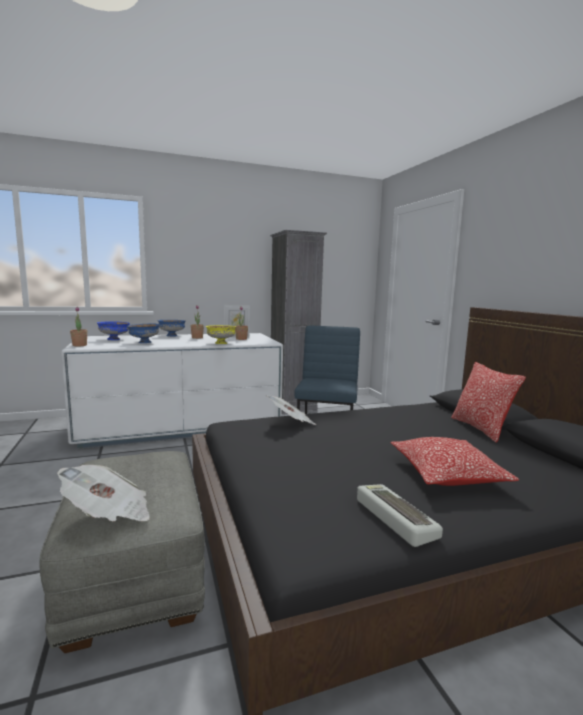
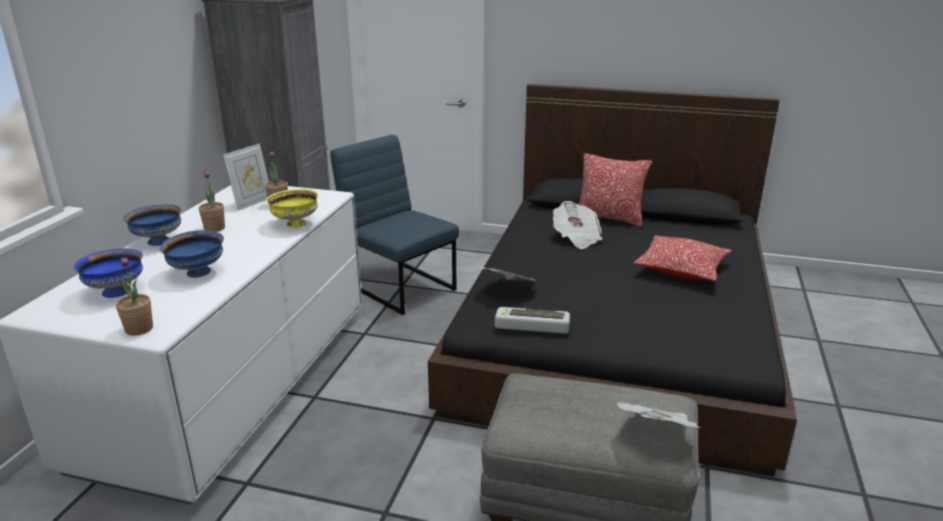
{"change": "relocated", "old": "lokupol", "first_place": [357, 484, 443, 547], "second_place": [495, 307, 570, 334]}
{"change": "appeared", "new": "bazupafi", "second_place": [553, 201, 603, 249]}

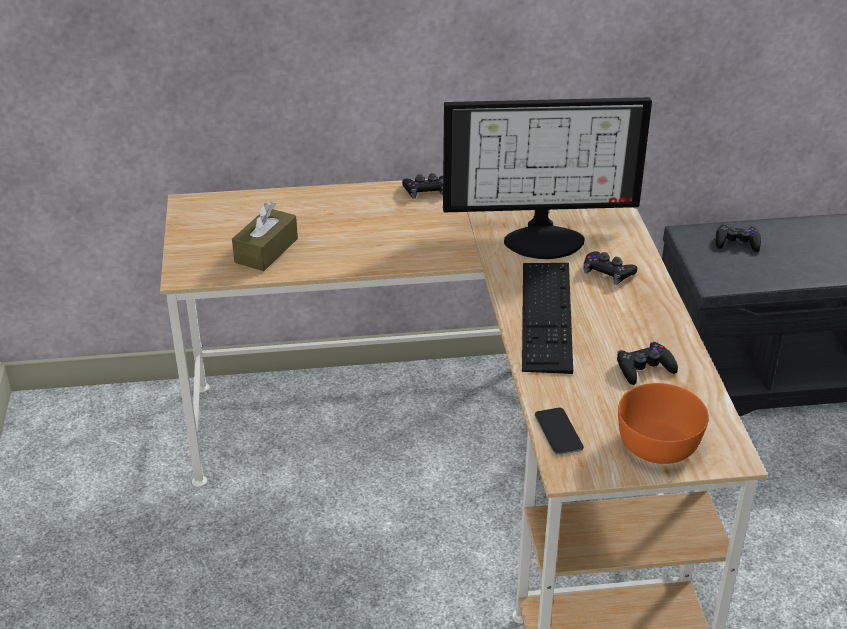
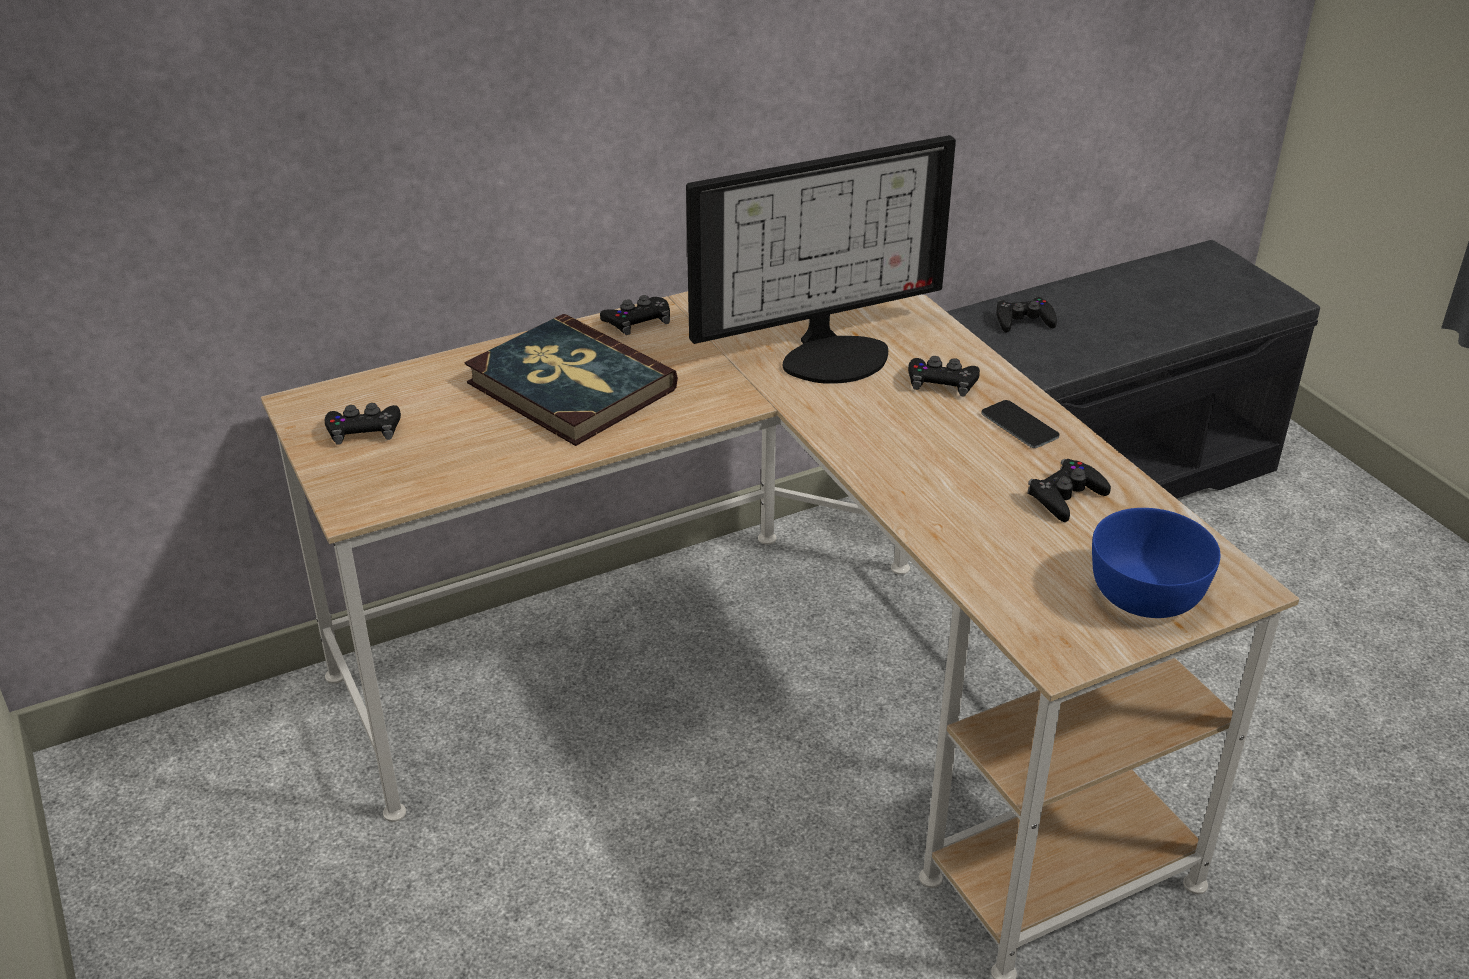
{"change": "missing", "old": "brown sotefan", "first_place": [232, 201, 298, 271]}
{"change": "missing", "old": "lokupol", "first_place": [522, 263, 573, 374]}
{"change": "relocated", "old": "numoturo", "first_place": [535, 407, 584, 455], "second_place": [981, 400, 1060, 448]}
{"change": "colour", "old": "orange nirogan", "new": "blue nirogan", "first_place": [618, 383, 709, 464], "second_place": [1092, 508, 1220, 618]}
{"change": "appeared", "new": "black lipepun", "second_place": [325, 403, 401, 445]}
{"change": "appeared", "new": "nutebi", "second_place": [465, 314, 678, 446]}

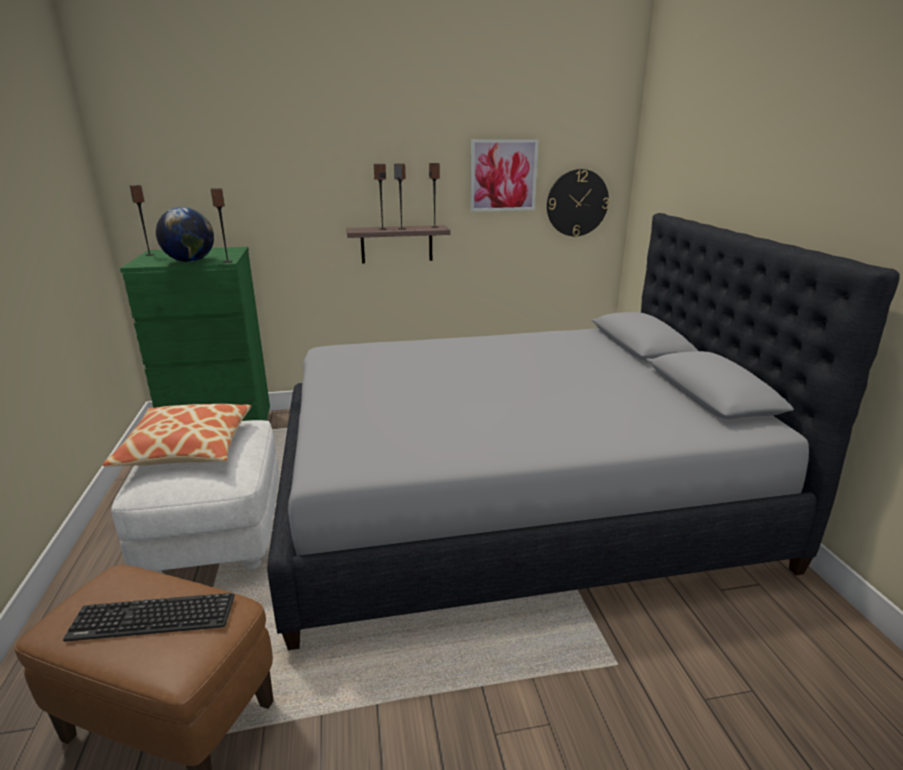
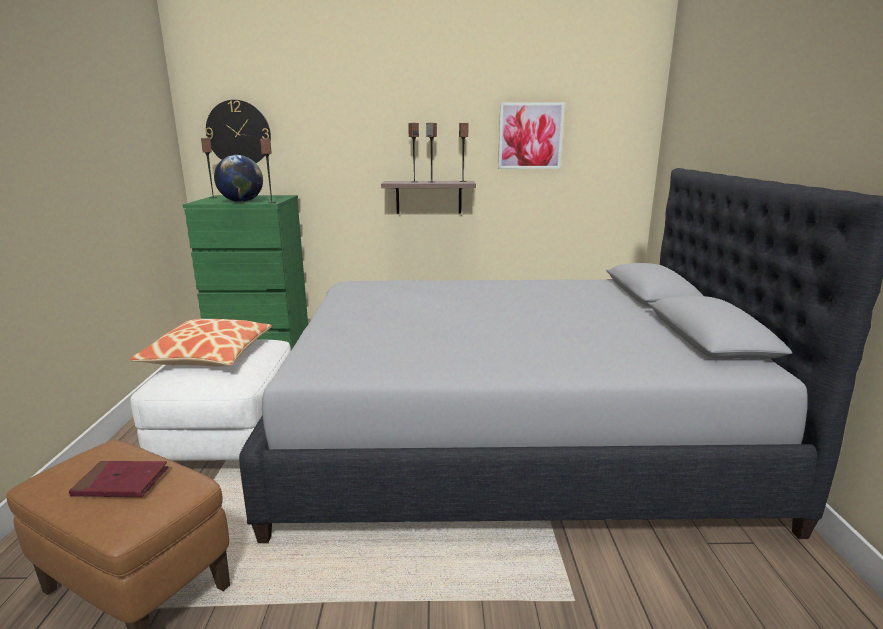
{"change": "exchanged", "old": "lokupol", "new": "red nutebi", "first_place": [63, 593, 235, 642], "second_place": [69, 461, 168, 497]}
{"change": "relocated", "old": "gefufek", "first_place": [547, 169, 609, 236], "second_place": [205, 100, 271, 163]}

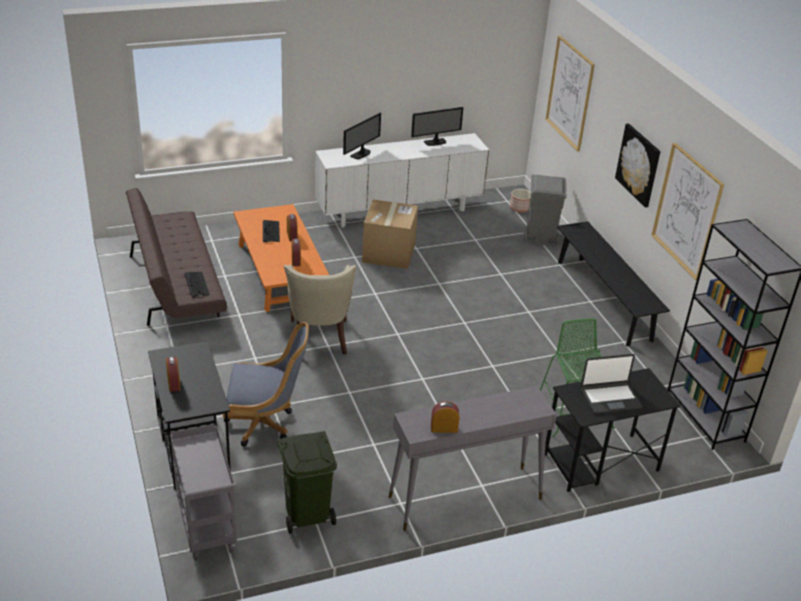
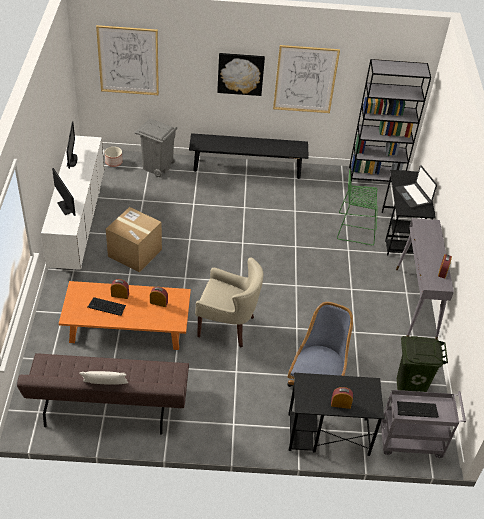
{"change": "relocated", "old": "lokupol", "first_place": [185, 272, 210, 298], "second_place": [397, 401, 439, 418]}
{"change": "spun", "old": "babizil", "first_place": [581, 354, 642, 413], "second_place": [396, 165, 437, 208], "degrees": 150}
{"change": "appeared", "new": "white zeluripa", "second_place": [79, 371, 128, 385]}

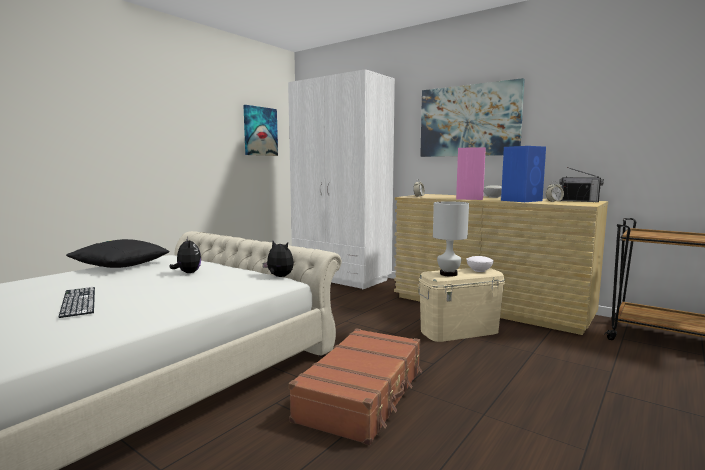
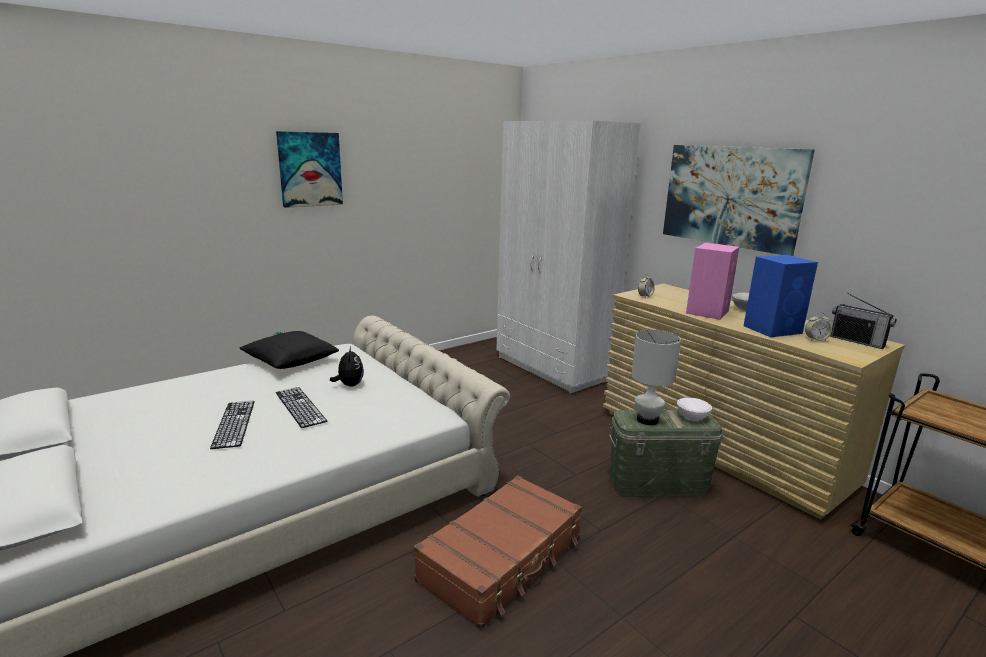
{"change": "relocated", "old": "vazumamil", "first_place": [243, 105, 278, 156], "second_place": [276, 131, 343, 208]}
{"change": "missing", "old": "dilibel", "first_place": [262, 241, 294, 277]}
{"change": "colour", "old": "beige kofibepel", "new": "green kofibepel", "first_place": [418, 268, 505, 342], "second_place": [609, 410, 724, 497]}
{"change": "appeared", "new": "lokupol", "second_place": [276, 387, 328, 428]}

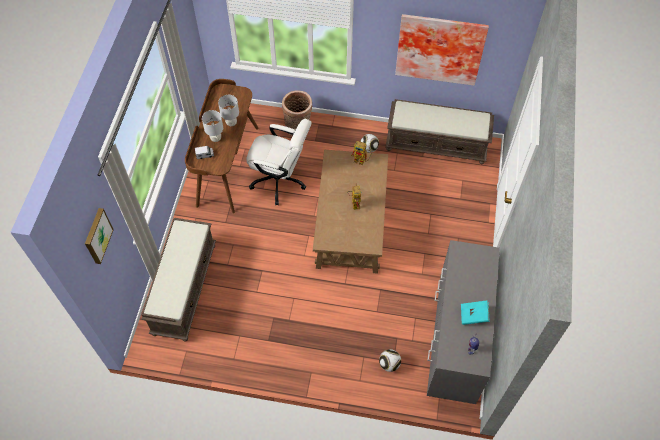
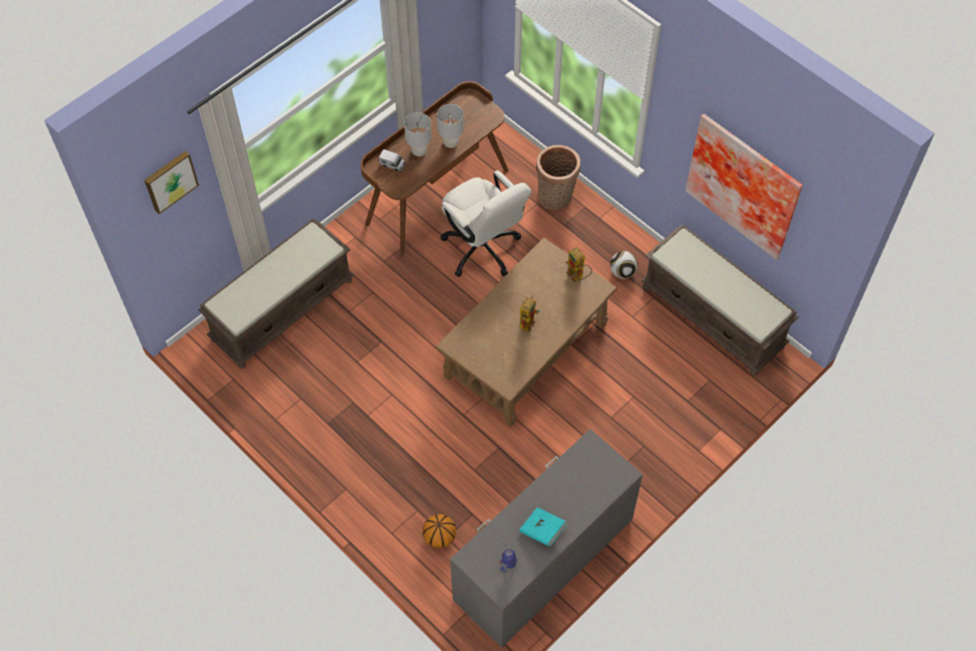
{"change": "exchanged", "old": "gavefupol", "new": "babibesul", "first_place": [379, 349, 401, 372], "second_place": [423, 514, 456, 548]}

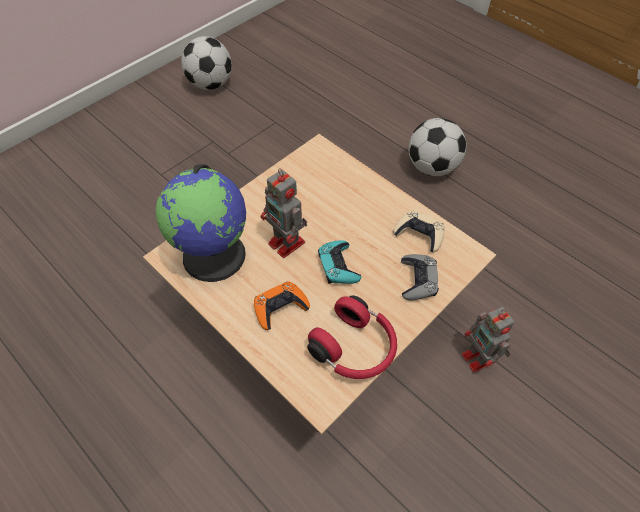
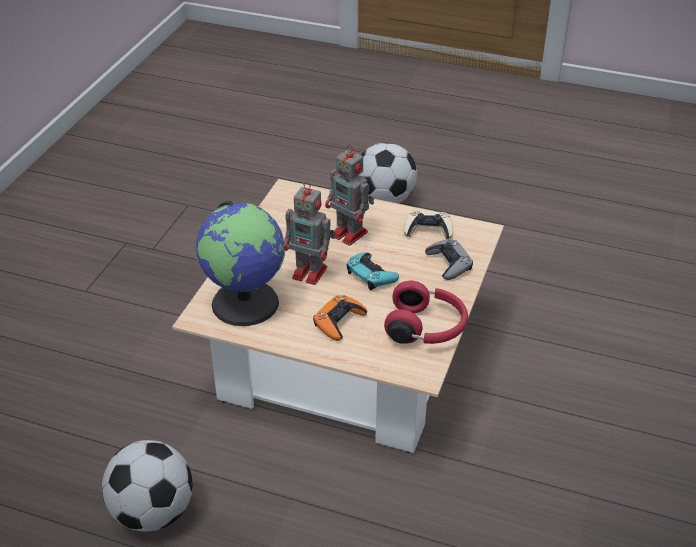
{"change": "relocated", "old": "gavefupol", "first_place": [181, 36, 232, 90], "second_place": [102, 440, 193, 532]}
{"change": "relocated", "old": "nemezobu", "first_place": [462, 307, 515, 372], "second_place": [325, 144, 374, 246]}

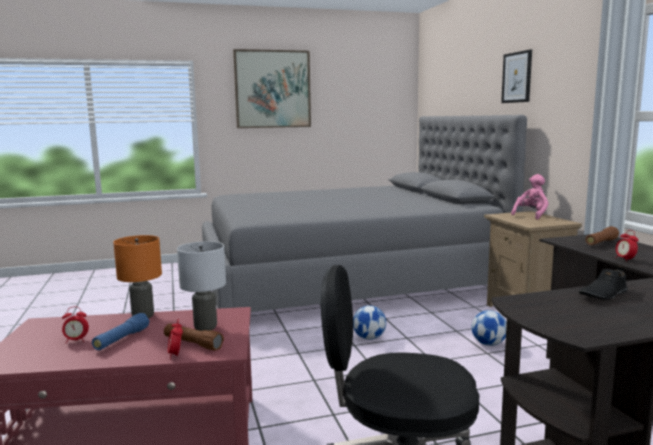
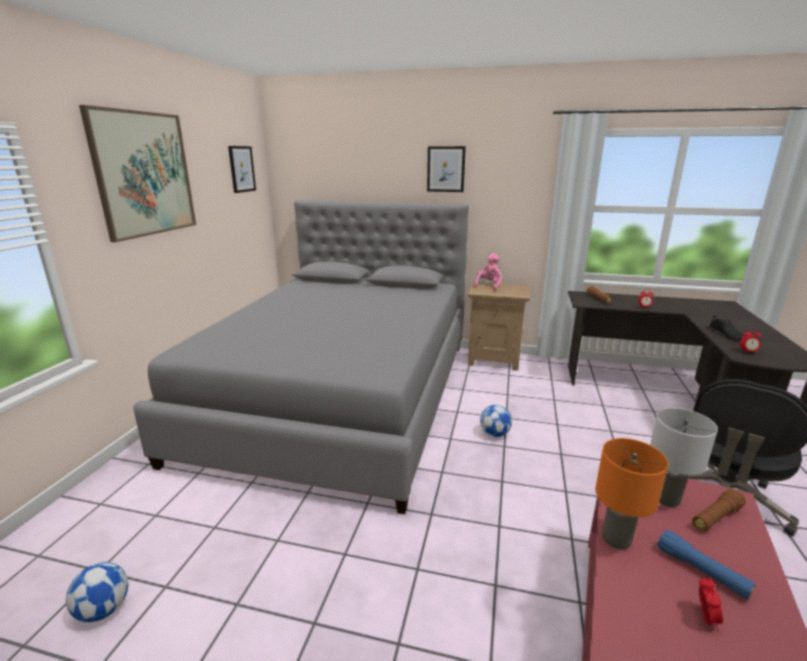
{"change": "relocated", "old": "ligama", "first_place": [168, 319, 183, 359], "second_place": [740, 328, 762, 354]}
{"change": "relocated", "old": "gavefupol", "first_place": [471, 310, 507, 346], "second_place": [66, 562, 128, 622]}
{"change": "spun", "old": "pink dilibel", "first_place": [511, 174, 549, 219], "second_place": [474, 253, 502, 291], "degrees": 45}
{"change": "appeared", "new": "vazumamil", "second_place": [228, 146, 256, 193]}

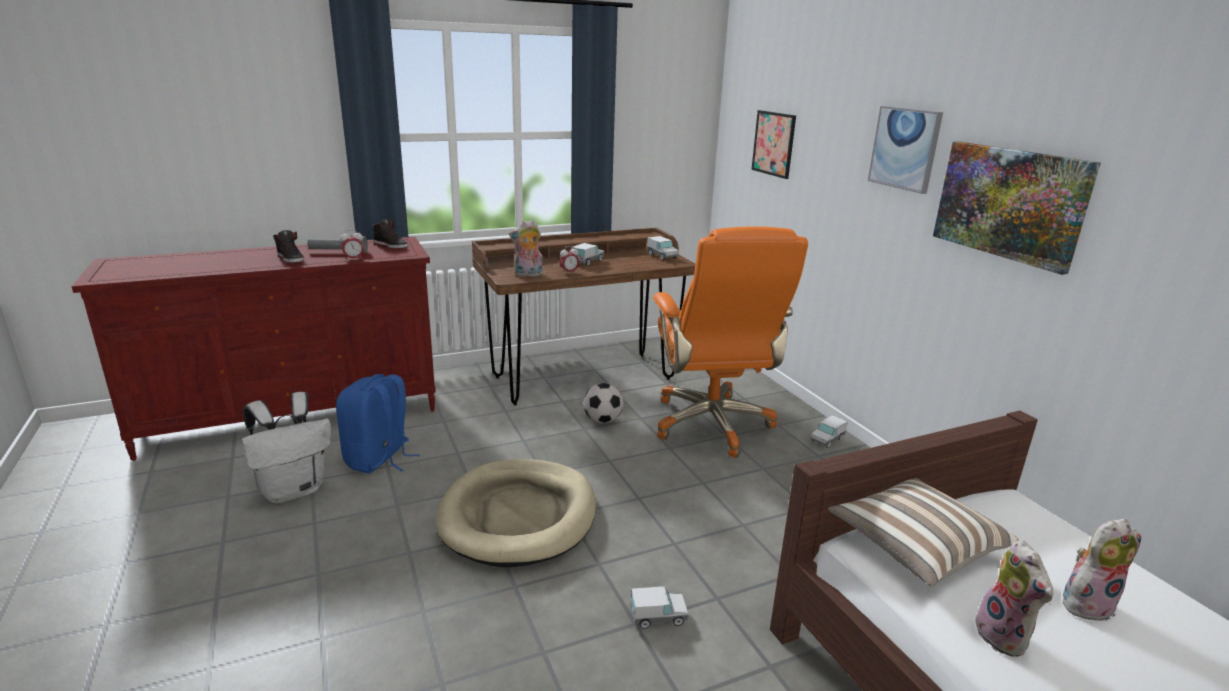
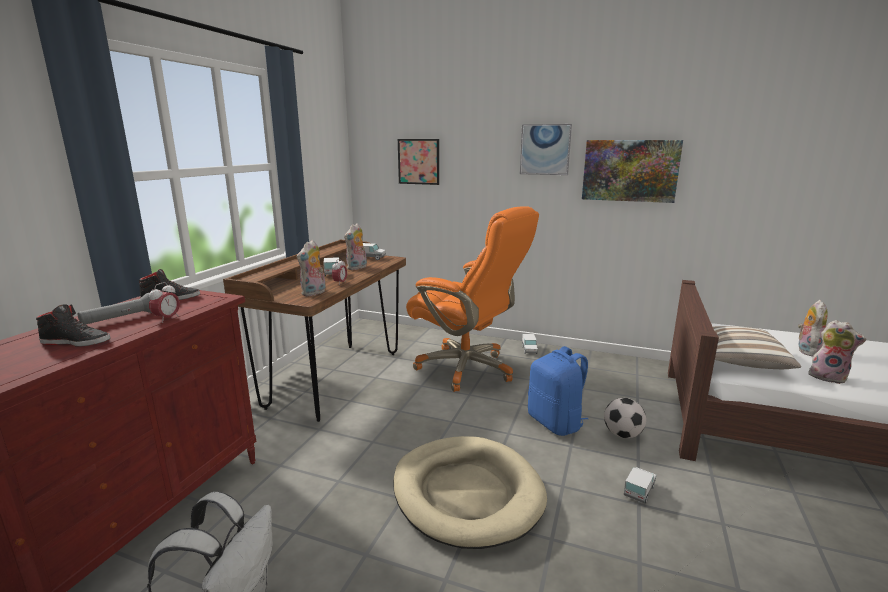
{"change": "relocated", "old": "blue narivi", "first_place": [336, 374, 420, 473], "second_place": [528, 346, 588, 436]}
{"change": "relocated", "old": "gavefupol", "first_place": [583, 383, 623, 423], "second_place": [604, 398, 646, 438]}
{"change": "appeared", "new": "dilibel", "second_place": [344, 223, 367, 270]}

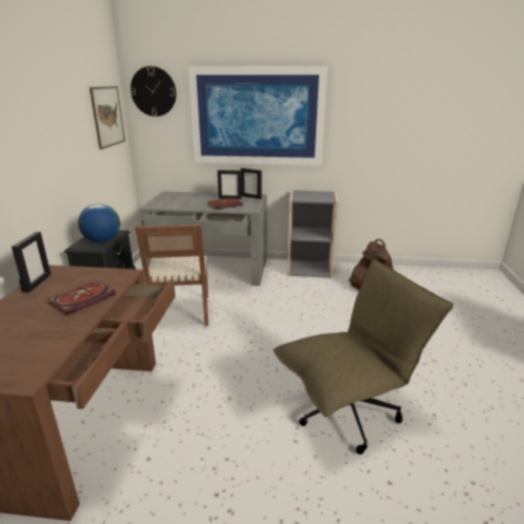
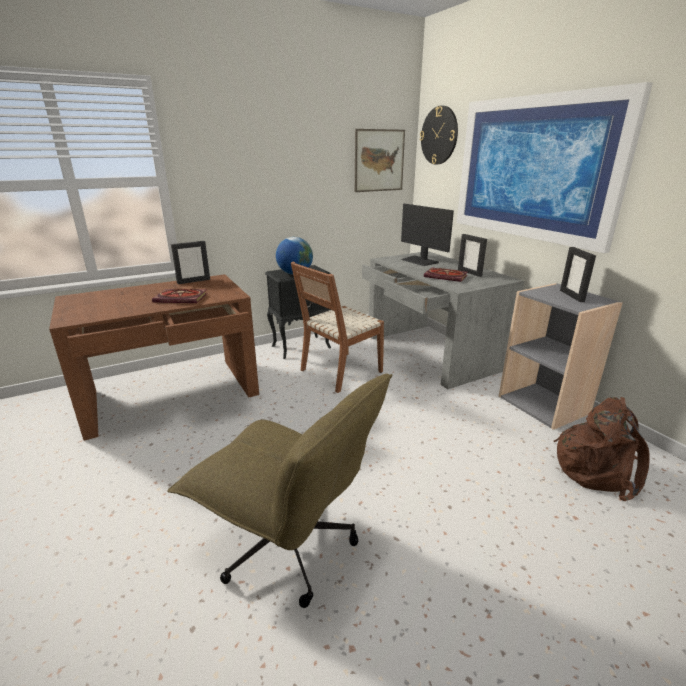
{"change": "relocated", "old": "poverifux", "first_place": [240, 168, 262, 199], "second_place": [560, 247, 596, 302]}
{"change": "appeared", "new": "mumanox", "second_place": [400, 204, 454, 266]}

